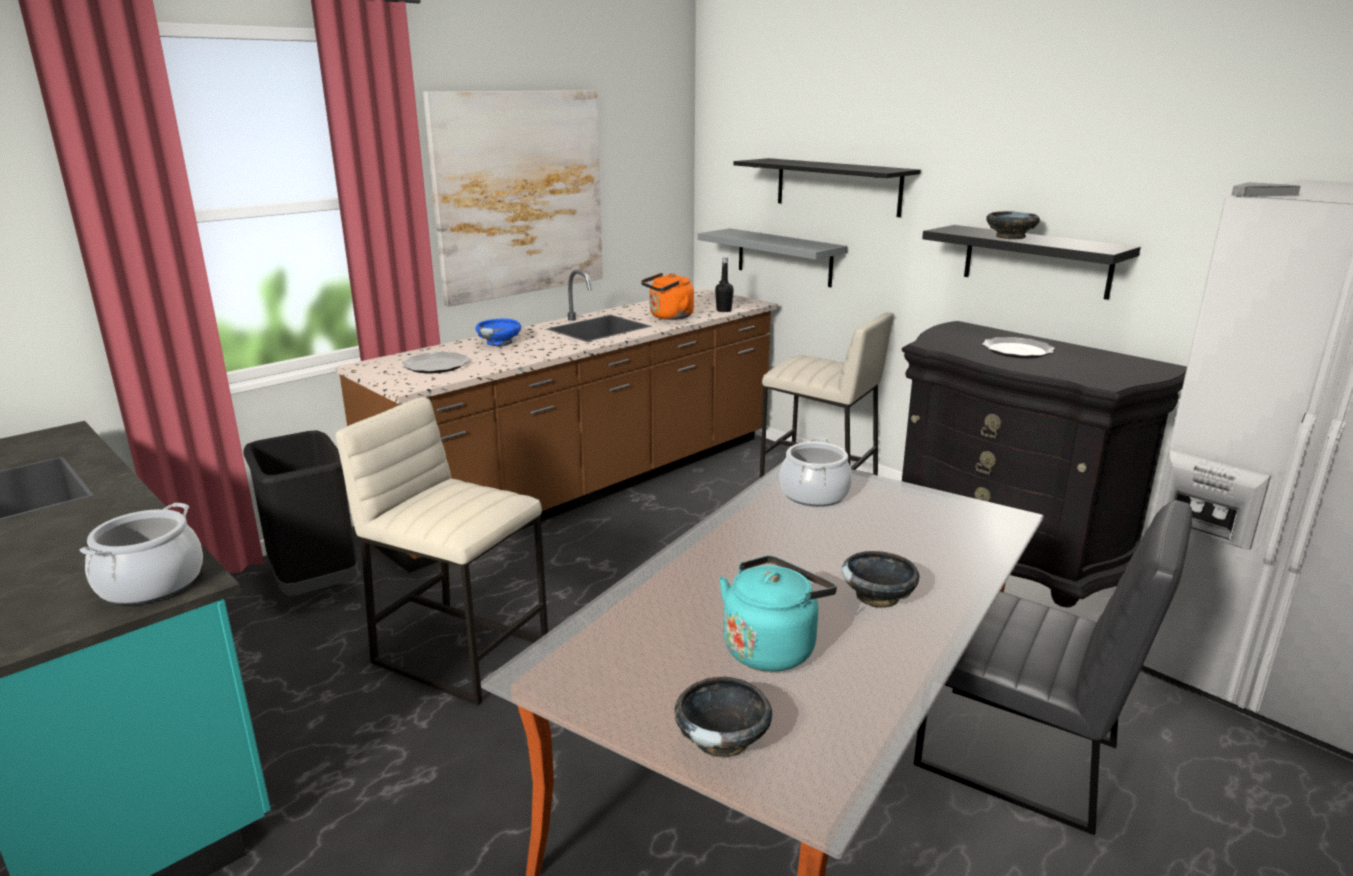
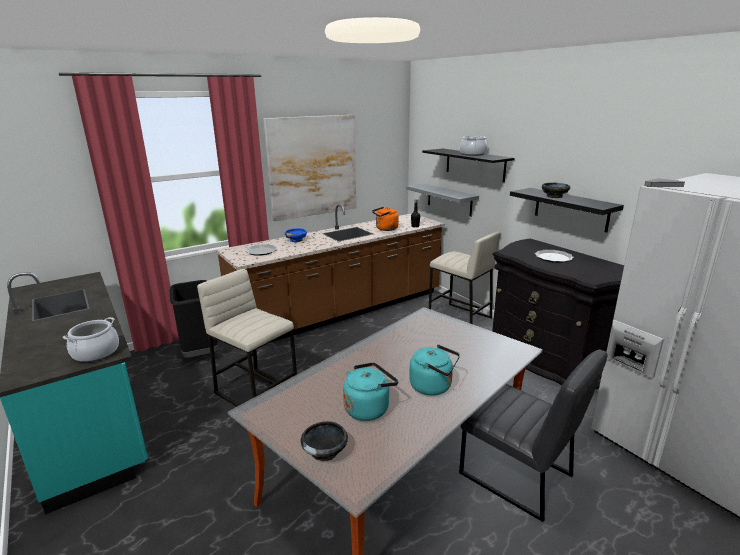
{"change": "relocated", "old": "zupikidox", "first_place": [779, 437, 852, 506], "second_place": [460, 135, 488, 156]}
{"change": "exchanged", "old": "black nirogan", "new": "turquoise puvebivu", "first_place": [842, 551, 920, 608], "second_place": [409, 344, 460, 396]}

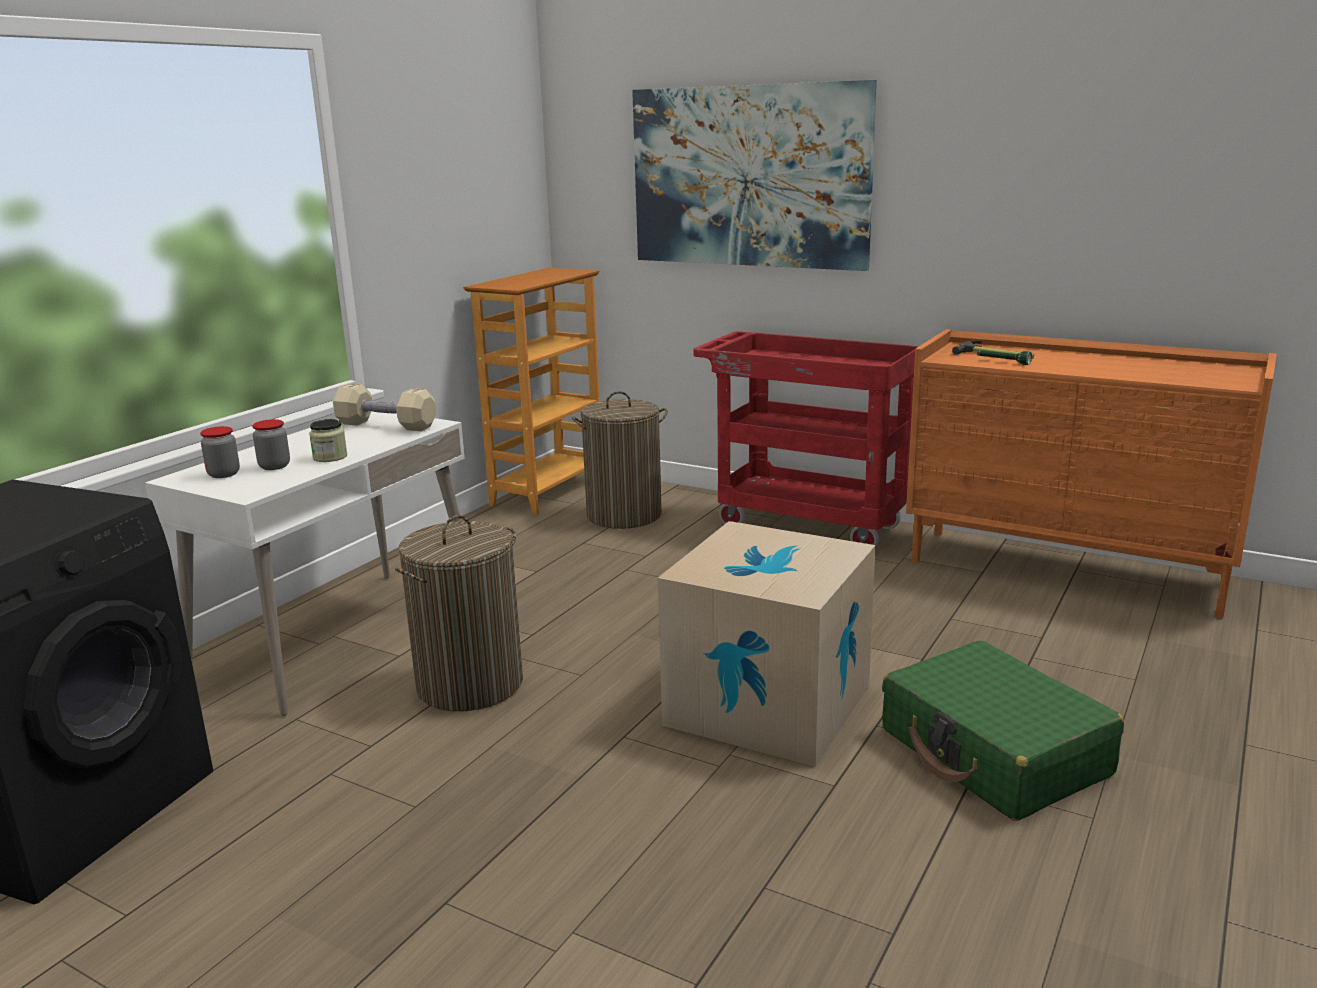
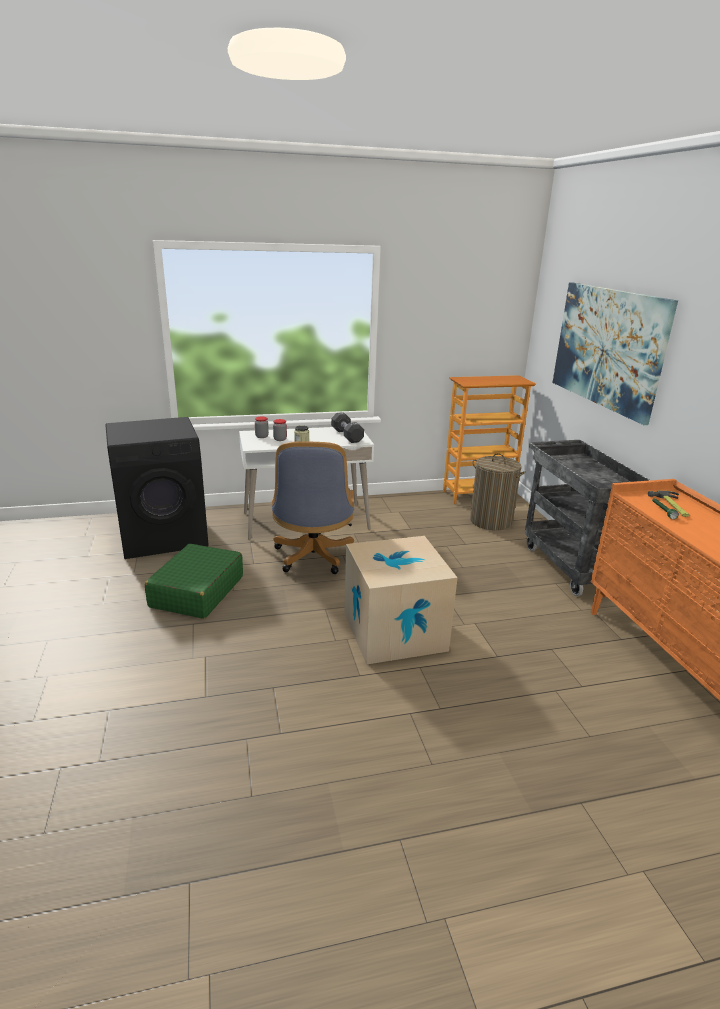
{"change": "colour", "old": "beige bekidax", "new": "black bekidax", "first_place": [333, 384, 436, 431], "second_place": [331, 412, 364, 443]}
{"change": "exchanged", "old": "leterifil", "new": "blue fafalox", "first_place": [395, 515, 523, 711], "second_place": [272, 441, 354, 574]}
{"change": "colour", "old": "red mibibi", "new": "black mibibi", "first_place": [693, 331, 918, 546], "second_place": [525, 440, 650, 596]}
{"change": "relocated", "old": "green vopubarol", "first_place": [882, 640, 1124, 821], "second_place": [145, 544, 243, 619]}

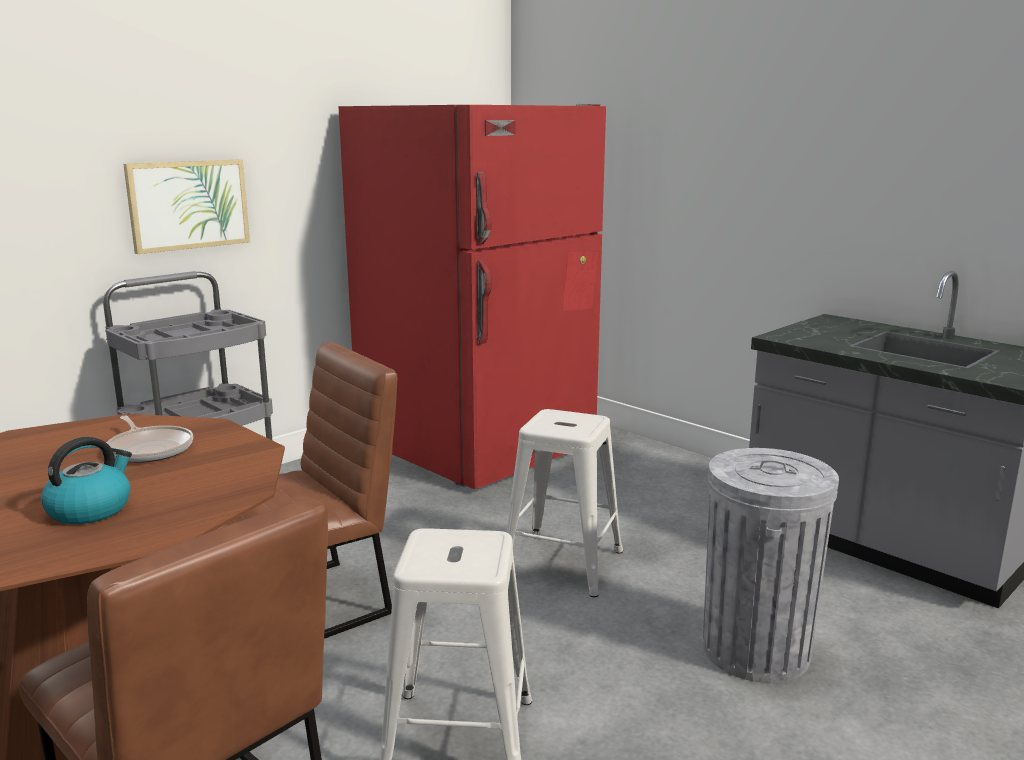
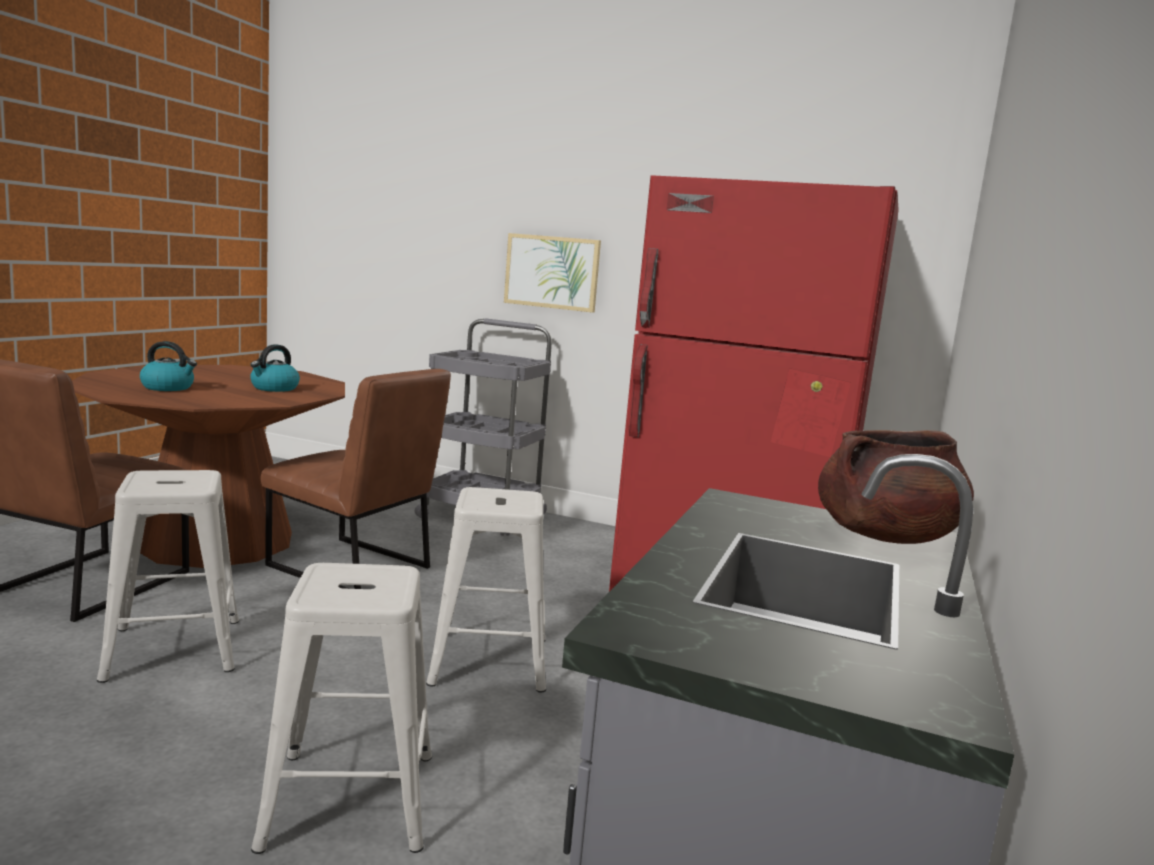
{"change": "exchanged", "old": "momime", "new": "puvebivu", "first_place": [107, 416, 193, 463], "second_place": [250, 344, 300, 392]}
{"change": "exchanged", "old": "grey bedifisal", "new": "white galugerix", "first_place": [703, 448, 839, 683], "second_place": [251, 563, 432, 854]}
{"change": "appeared", "new": "brown zupikidox", "second_place": [818, 430, 974, 544]}

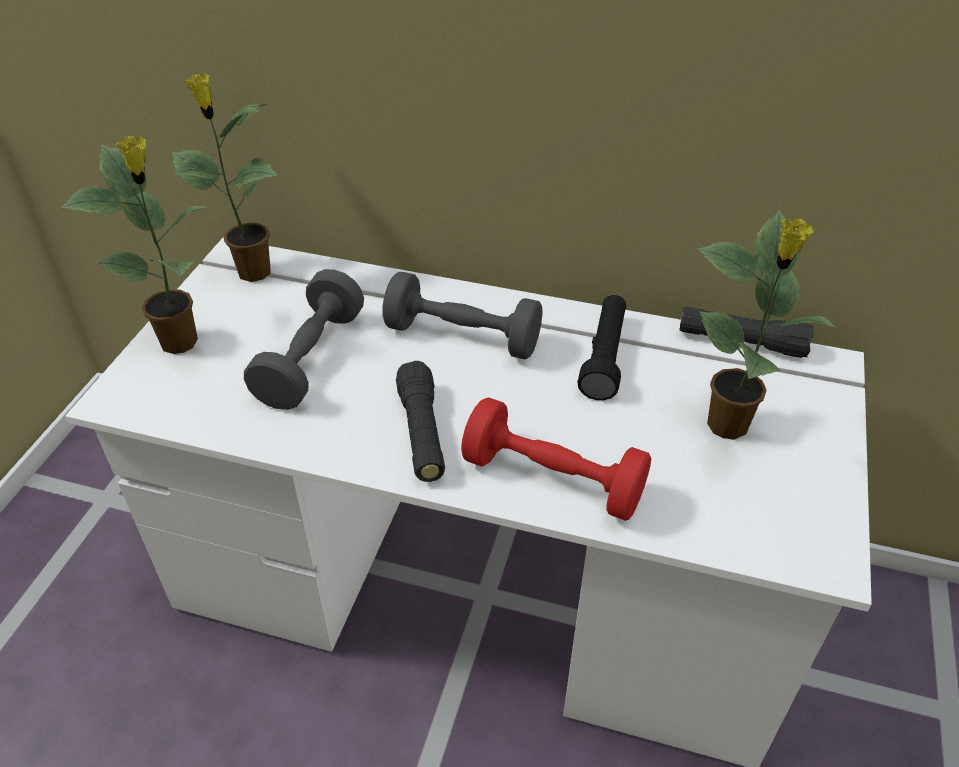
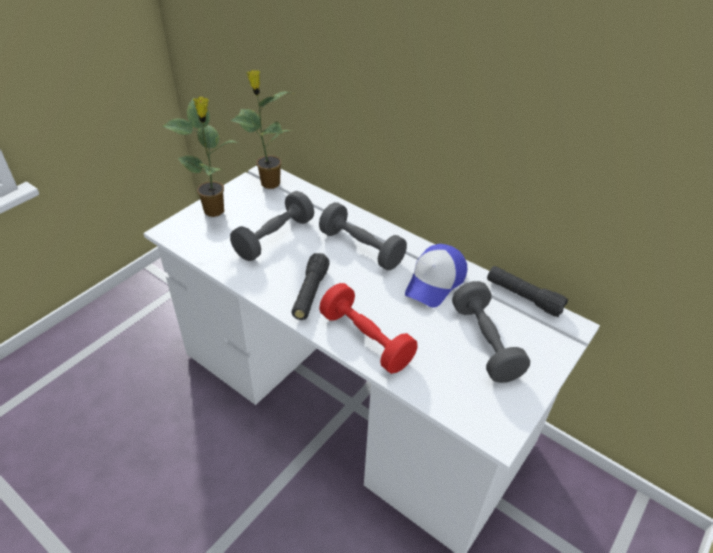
{"change": "exchanged", "old": "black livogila", "new": "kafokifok", "first_place": [577, 295, 626, 400], "second_place": [405, 244, 467, 308]}
{"change": "exchanged", "old": "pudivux", "new": "grey bekidax", "first_place": [696, 210, 839, 440], "second_place": [452, 281, 530, 383]}

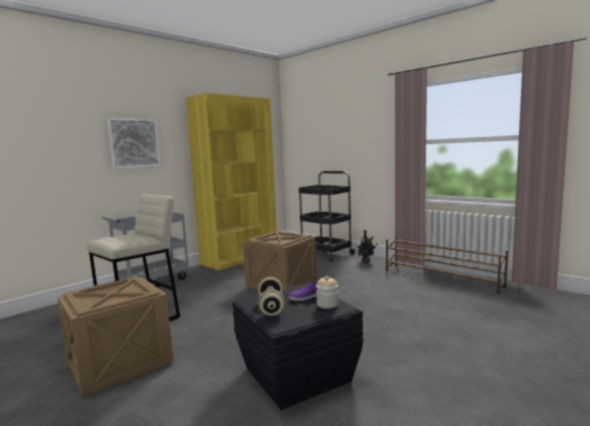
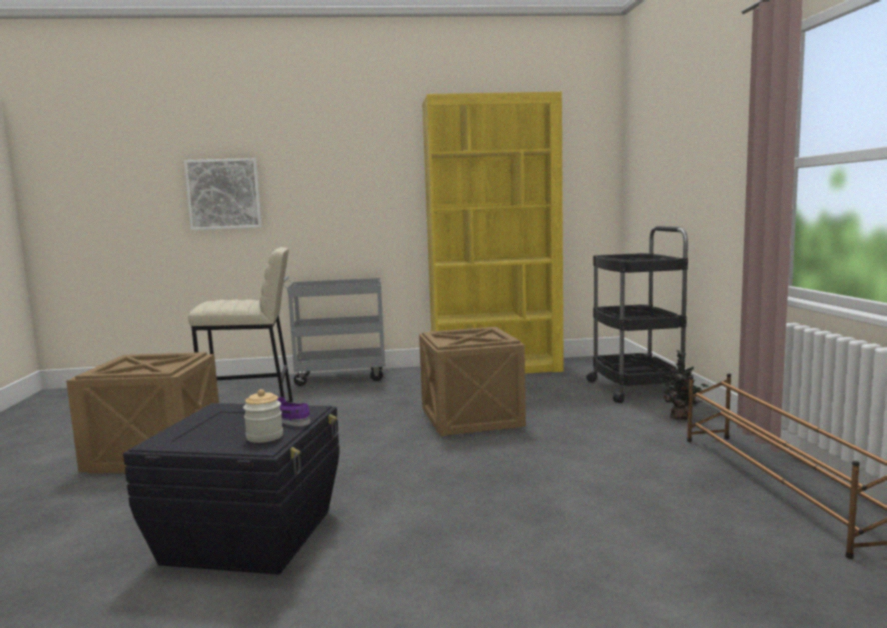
{"change": "relocated", "old": "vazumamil", "first_place": [107, 118, 160, 169], "second_place": [184, 158, 262, 230]}
{"change": "missing", "old": "beige bekidax", "first_place": [258, 277, 285, 316]}

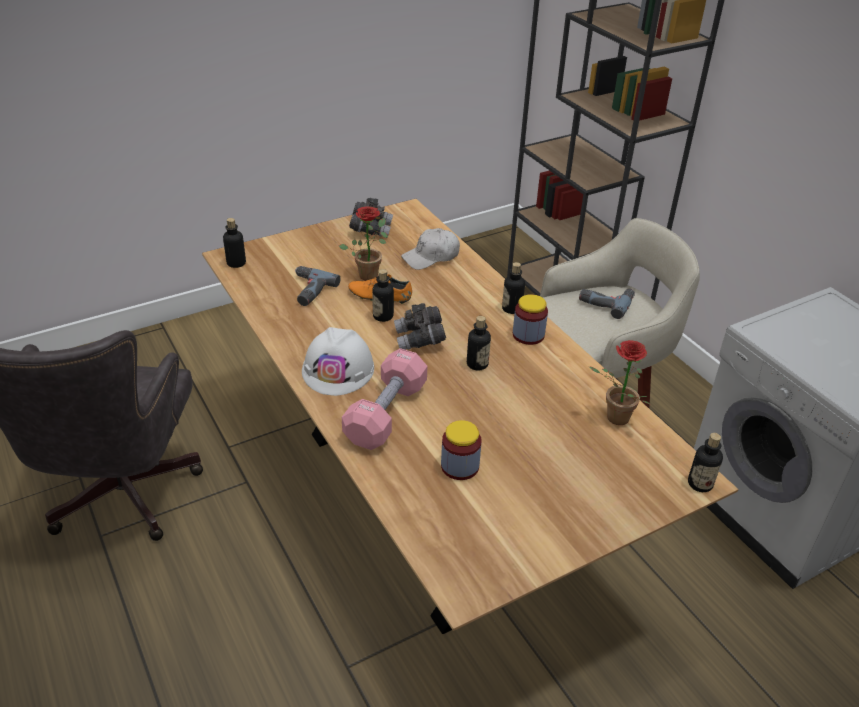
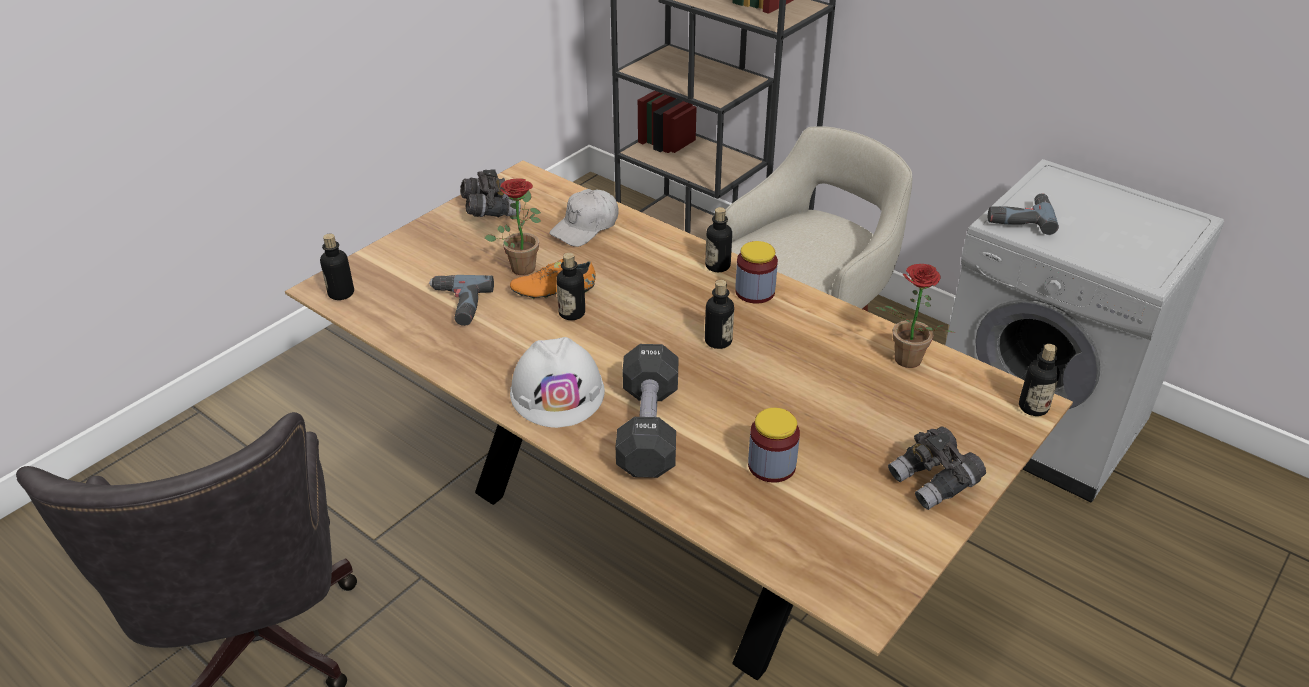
{"change": "colour", "old": "pink bekidax", "new": "black bekidax", "first_place": [342, 348, 427, 450], "second_place": [616, 344, 679, 478]}
{"change": "relocated", "old": "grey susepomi", "first_place": [394, 303, 446, 350], "second_place": [888, 426, 986, 510]}
{"change": "relocated", "old": "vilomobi", "first_place": [579, 289, 635, 319], "second_place": [988, 193, 1059, 235]}

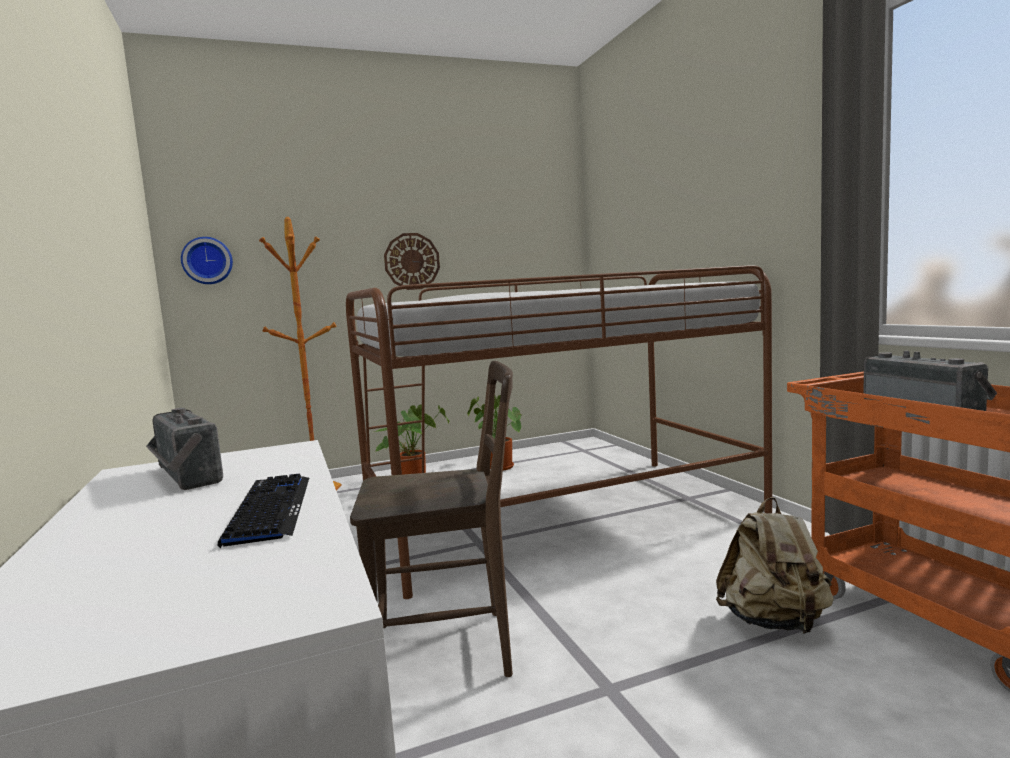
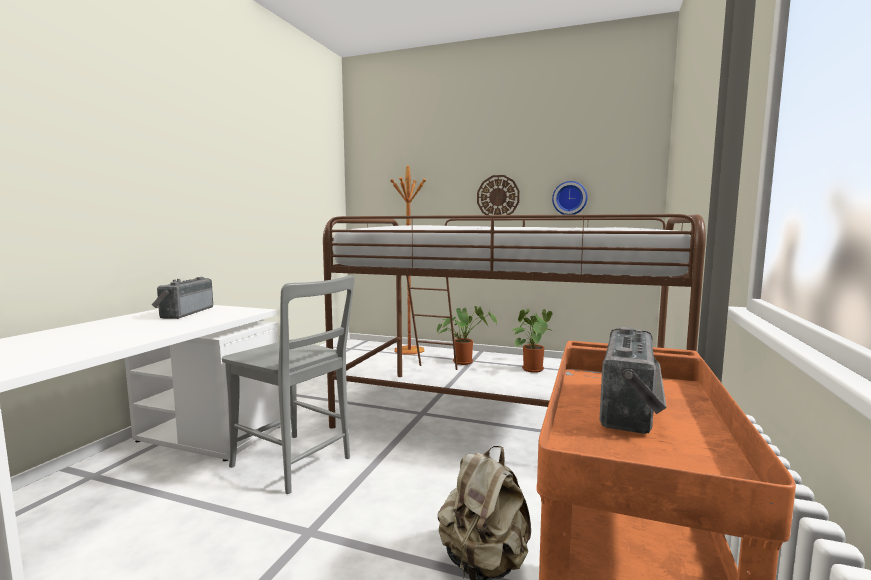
{"change": "relocated", "old": "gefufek", "first_place": [181, 237, 233, 284], "second_place": [552, 181, 588, 215]}
{"change": "missing", "old": "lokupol", "first_place": [218, 473, 309, 548]}
{"change": "colour", "old": "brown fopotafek", "new": "grey fopotafek", "first_place": [350, 361, 513, 677], "second_place": [222, 275, 355, 494]}

